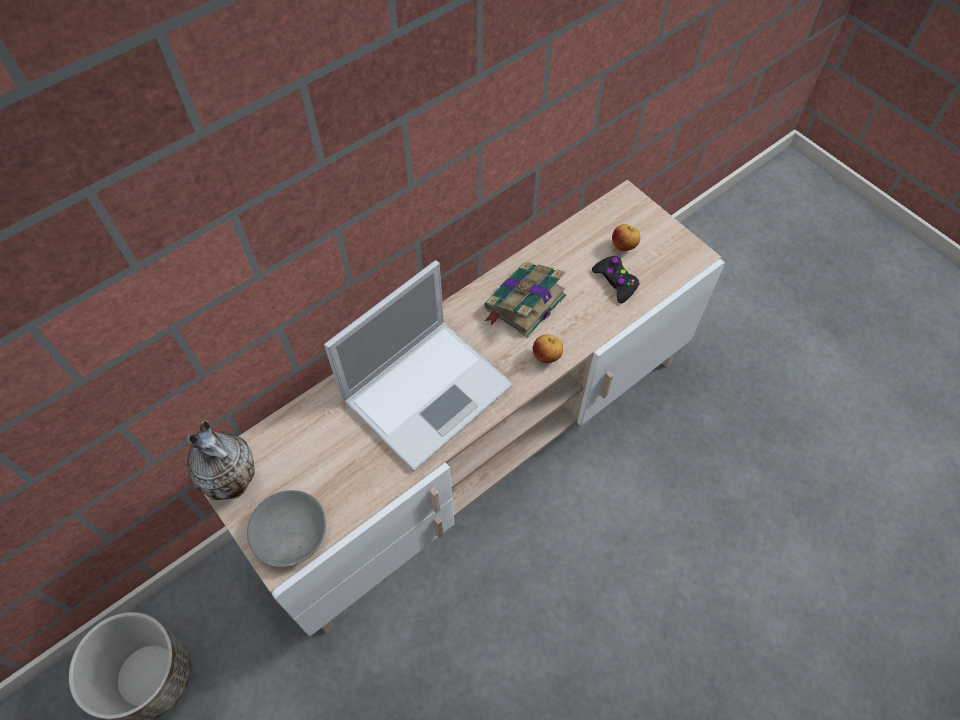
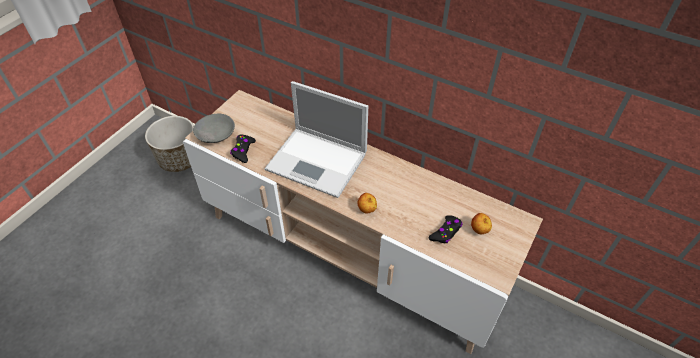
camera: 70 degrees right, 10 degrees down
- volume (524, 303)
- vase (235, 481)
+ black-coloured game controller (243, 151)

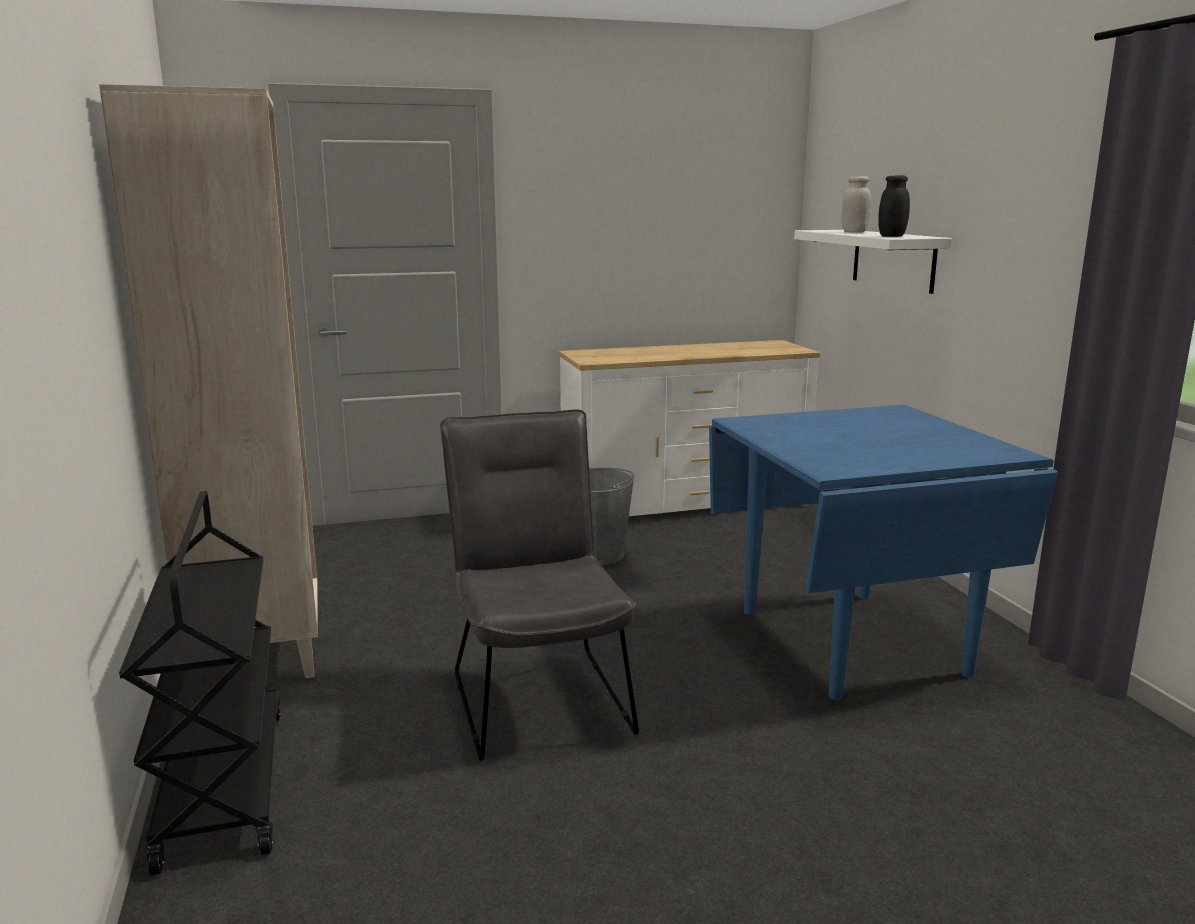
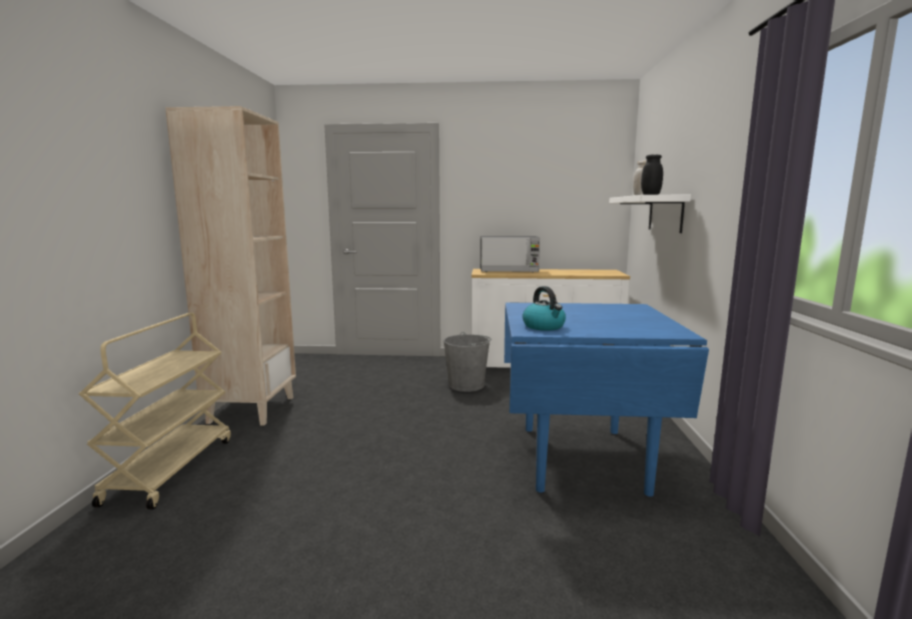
camera: 20 degrees right, 5 degrees down
- gray chair (537, 695)
~ black-coloured trolley (222, 784) to beige trolley (170, 469)
+ kitchen microwave (509, 271)
+ water kettle (544, 326)

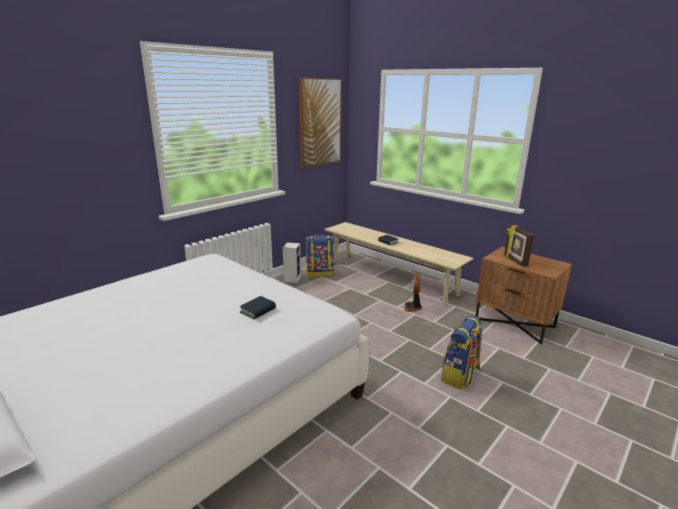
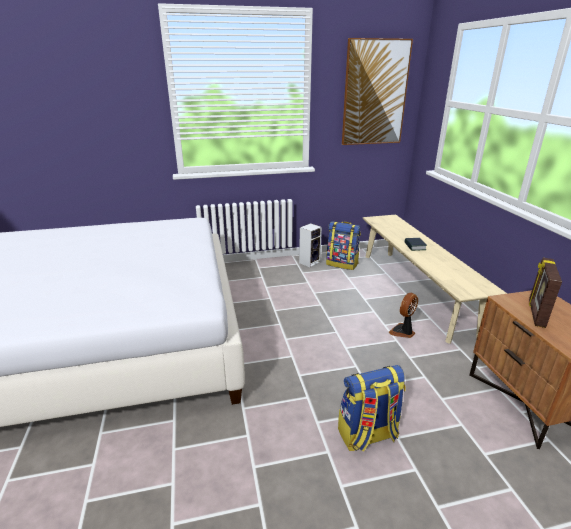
camera: 35 degrees right, 5 degrees up
- volume (258, 310)

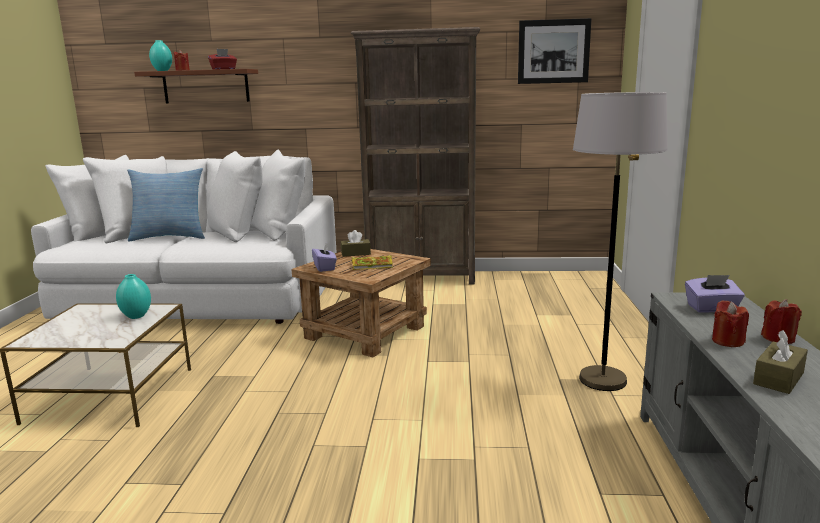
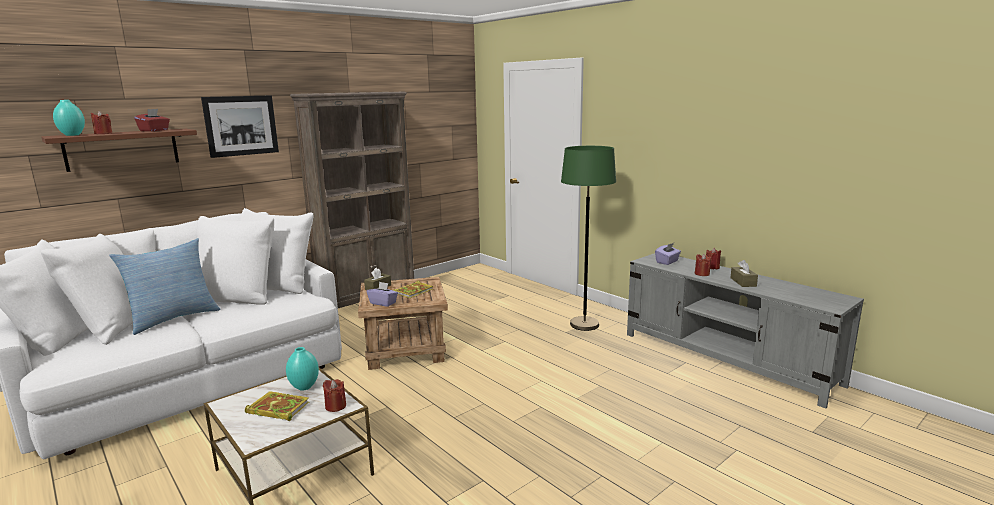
camera: 45 degrees left, 0 degrees up
~ wall art (553, 51) to (241, 125)
~ gray standing lamp (602, 380) to greenish standing lamp (584, 324)
+ red wax light (335, 406)
+ volume (277, 409)

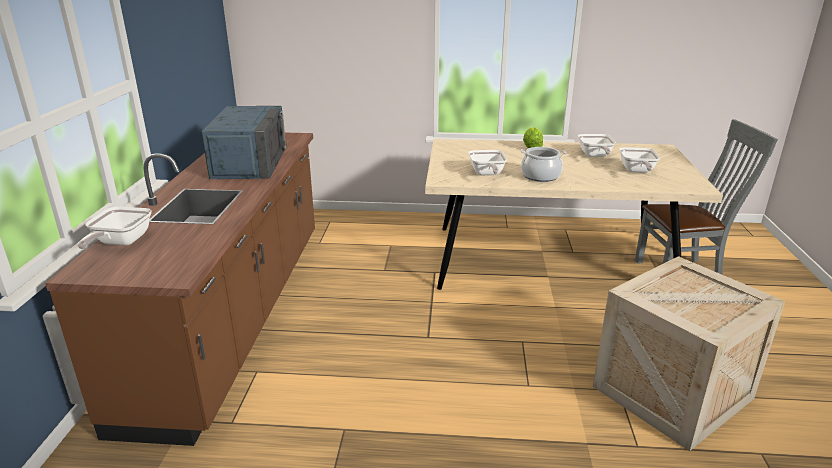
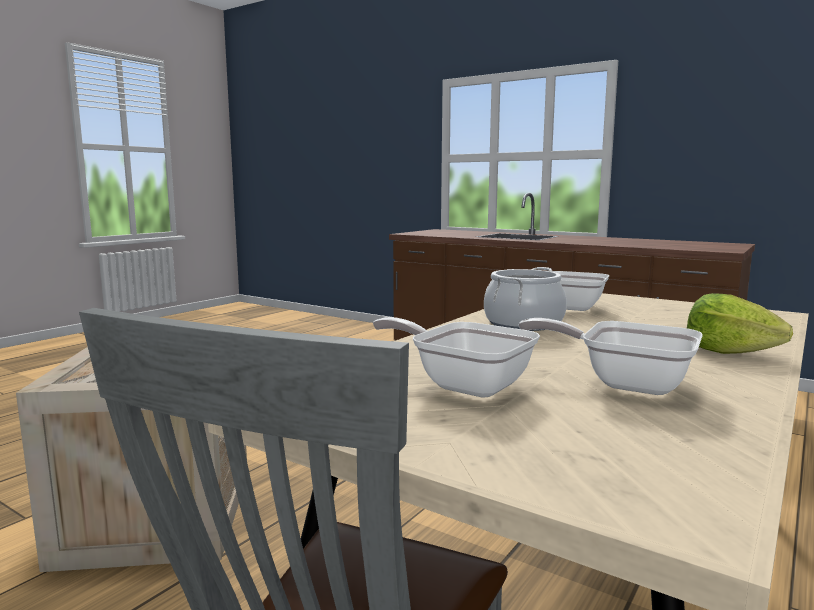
camera: 120 degrees right, 15 degrees down
- blue-coloured kitchen microwave (249, 162)
- pan (120, 243)

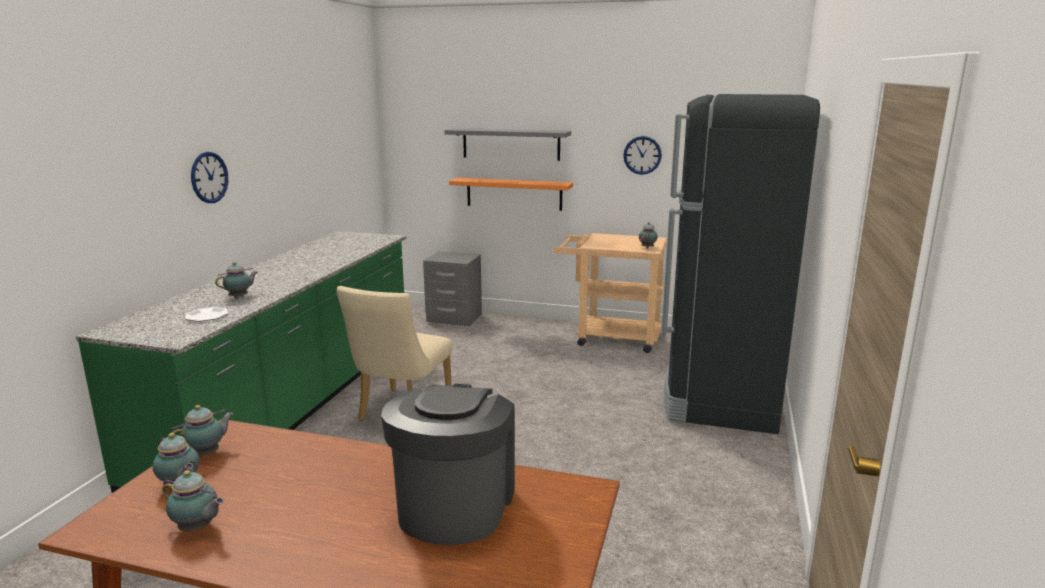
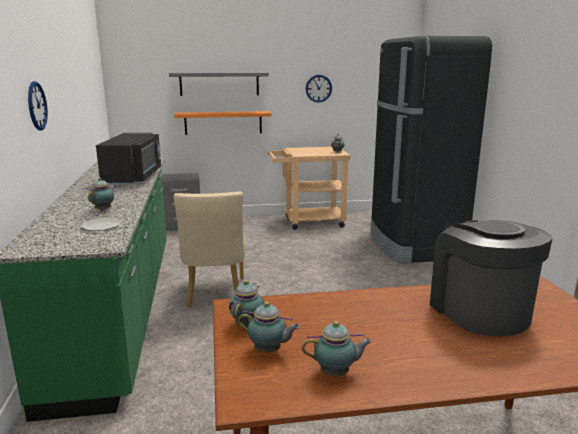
camera: 25 degrees left, 0 degrees up
+ black-coloured kitchen microwave (134, 177)

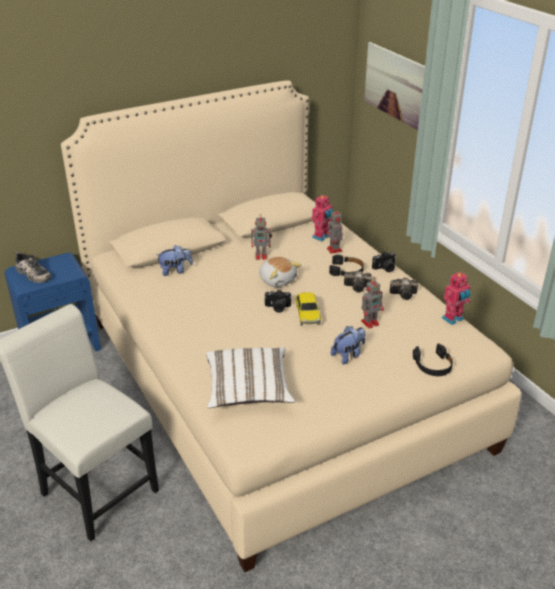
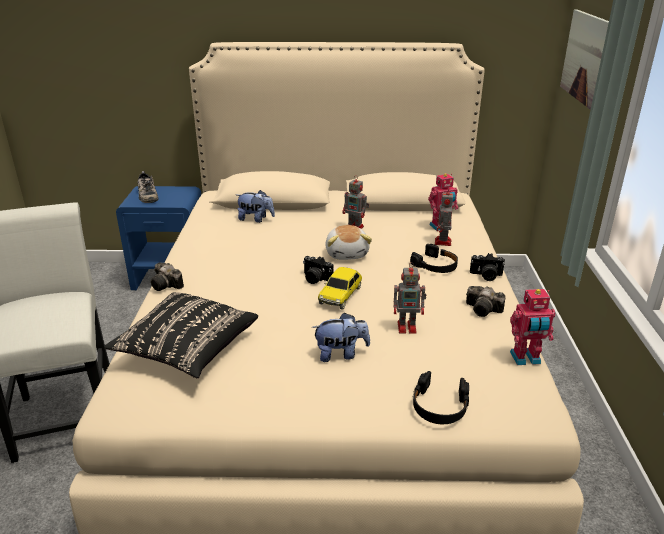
camera: 30 degrees right, 5 degrees down
~ still camera (358, 287) to (167, 285)
~ whitish throw pillow (248, 390) to black-coloured throw pillow (186, 350)

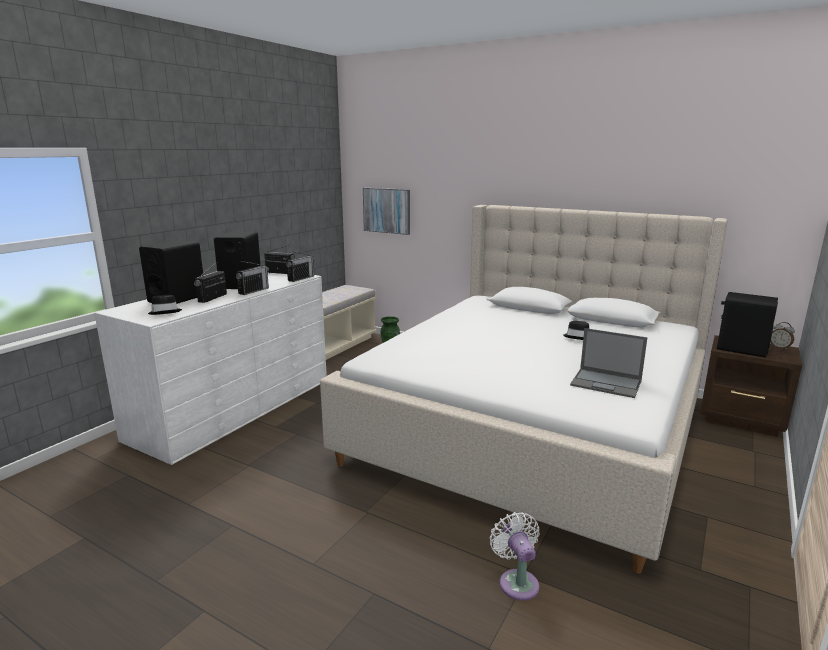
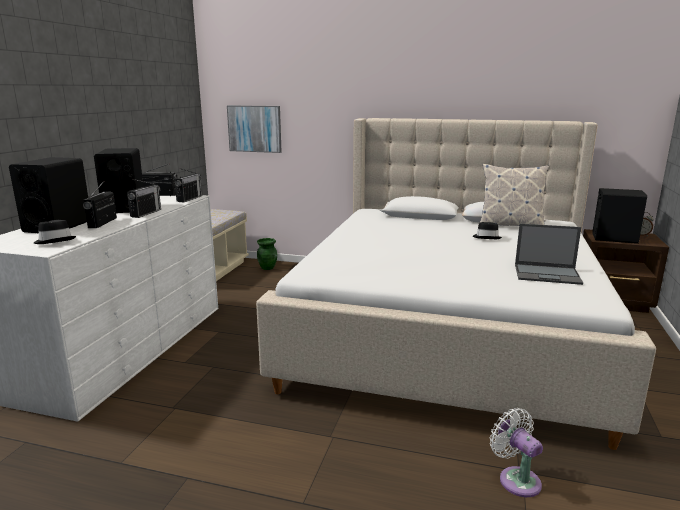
camera: 15 degrees left, 0 degrees up
+ throw pillow (510, 226)

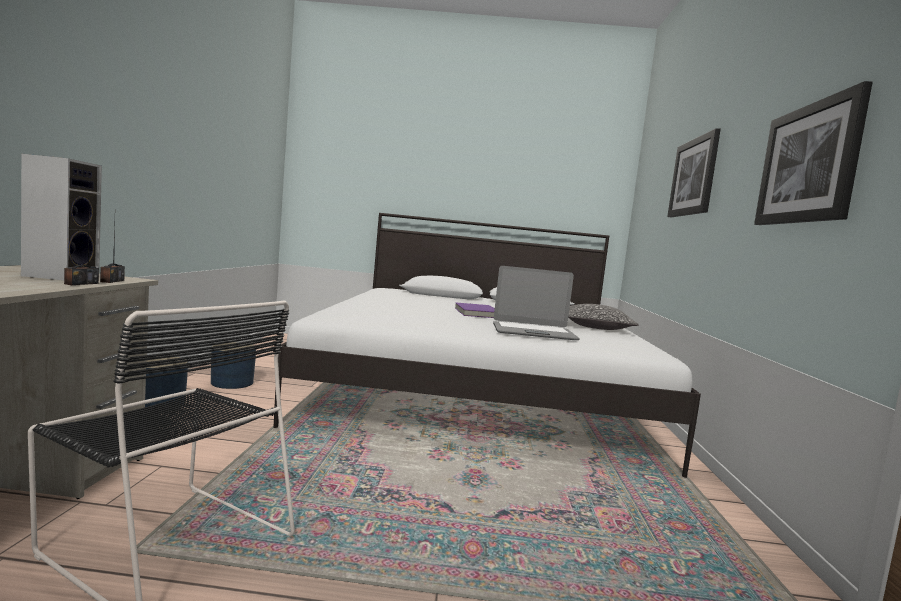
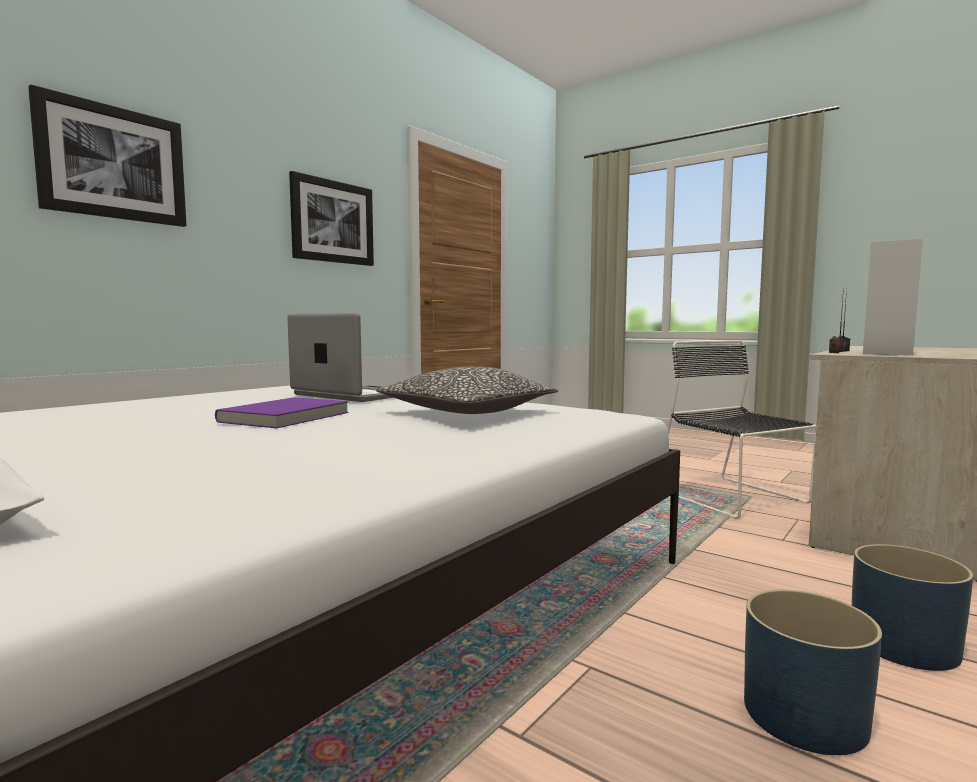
camera: 145 degrees left, 0 degrees up
~ throw pillow (595, 327) to (466, 412)

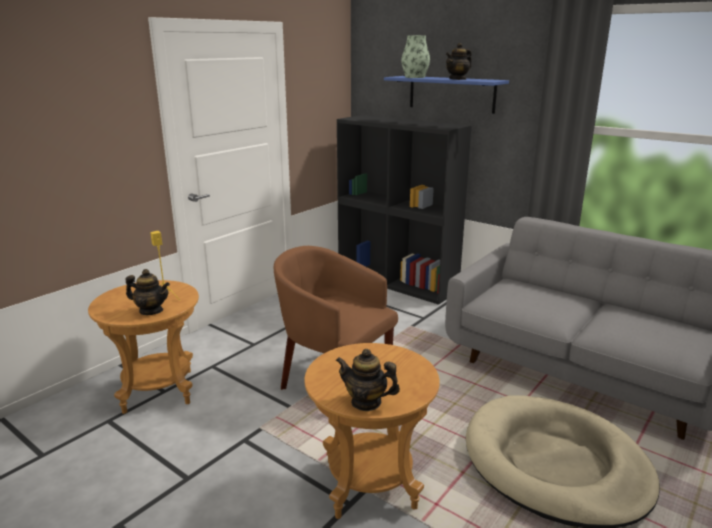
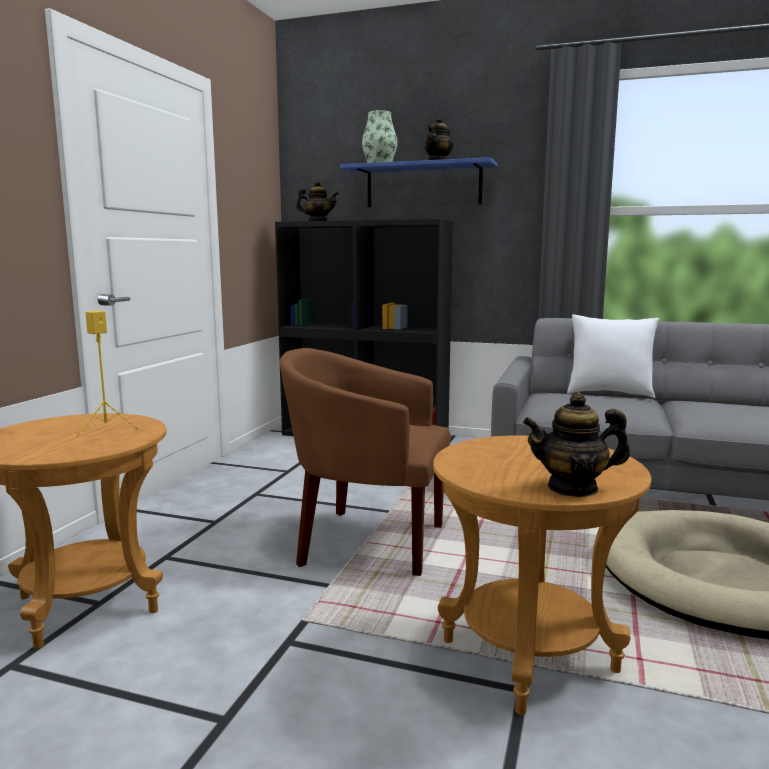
camera: 20 degrees left, 10 degrees down
~ tea pot (151, 311) to (318, 221)
+ whitish throw pillow (609, 393)

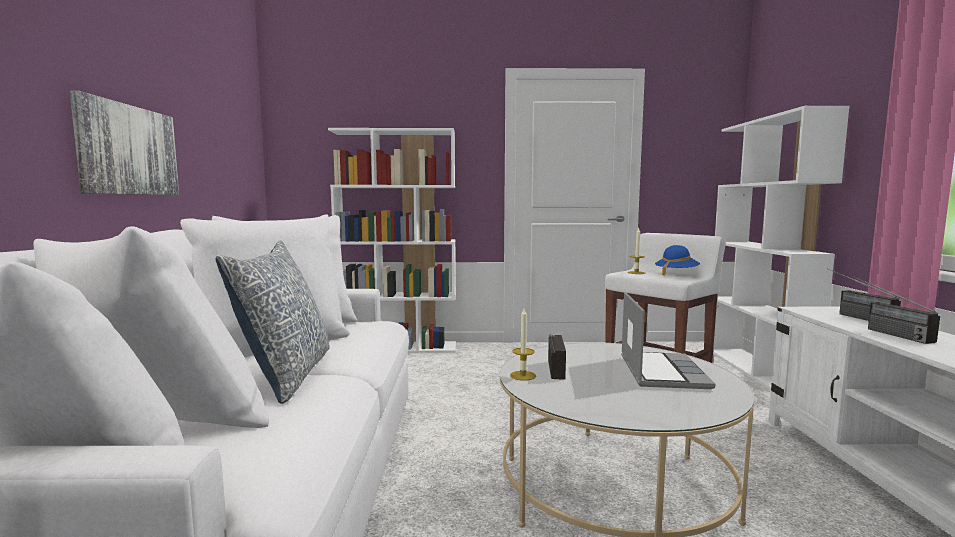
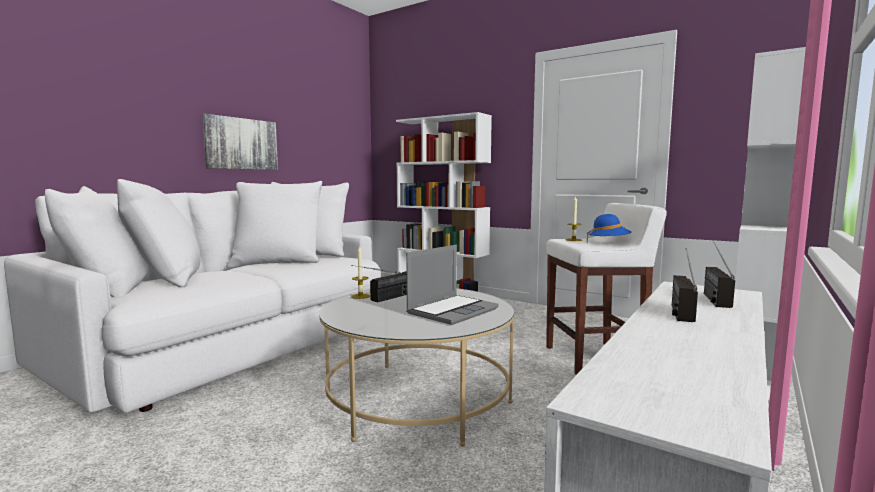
camera: 35 degrees right, 0 degrees up
- throw pillow (287, 375)

